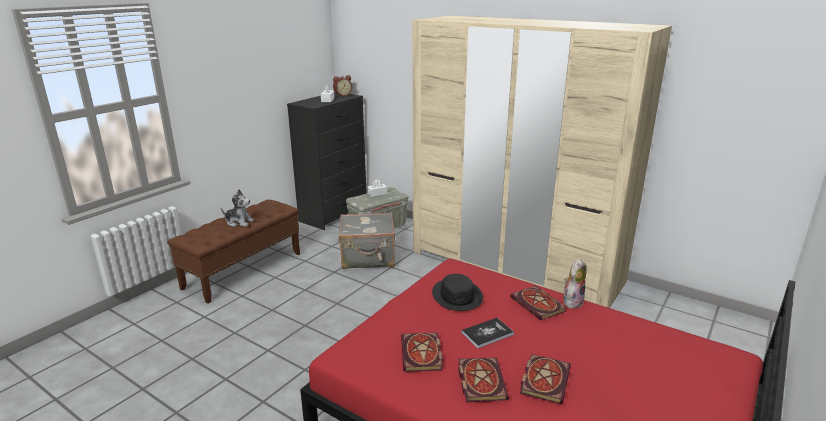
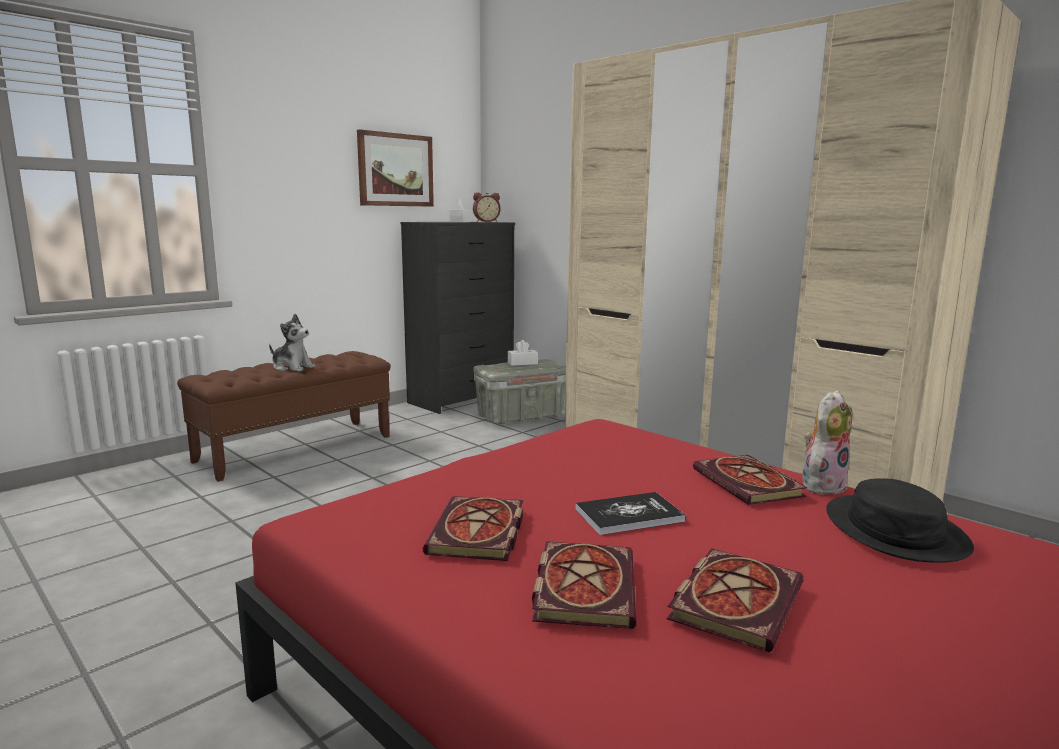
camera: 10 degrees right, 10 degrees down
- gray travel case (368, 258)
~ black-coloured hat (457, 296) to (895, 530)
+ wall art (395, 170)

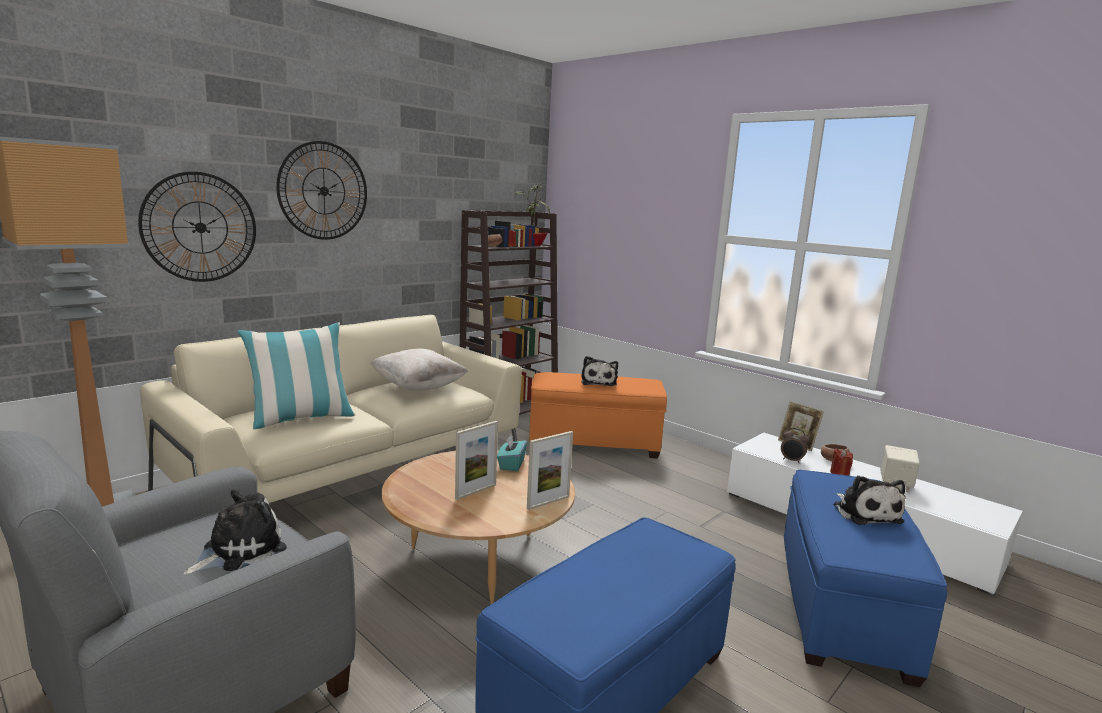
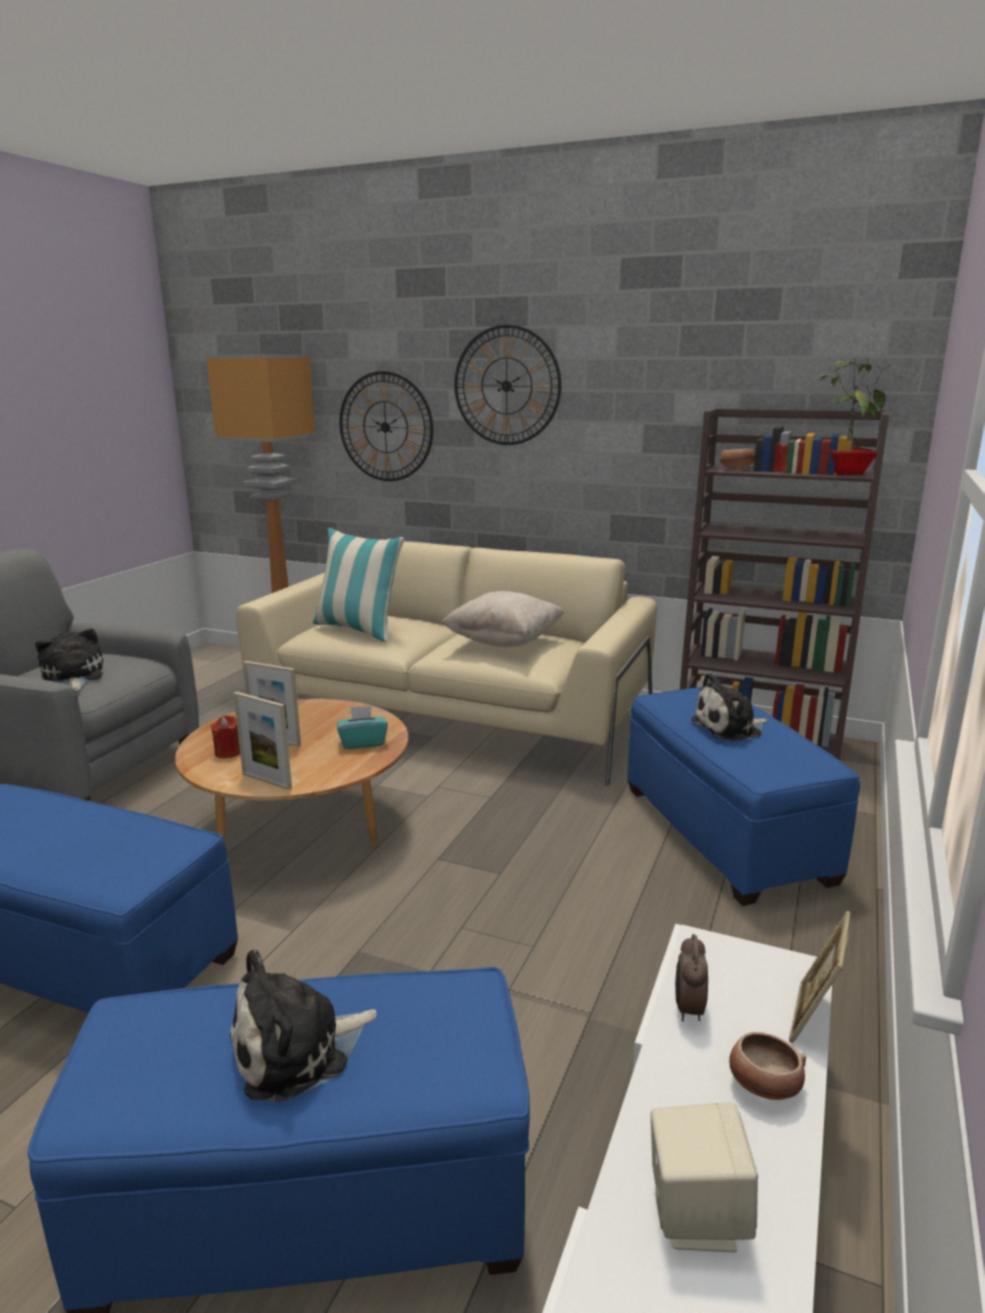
camera: 70 degrees right, 5 degrees up
~ orange ottoman (594, 442) to blue-coloured ottoman (725, 833)
~ red wax light (839, 473) to (228, 753)
~ soft toy (239, 550) = (73, 677) 135 degrees counterclockwise

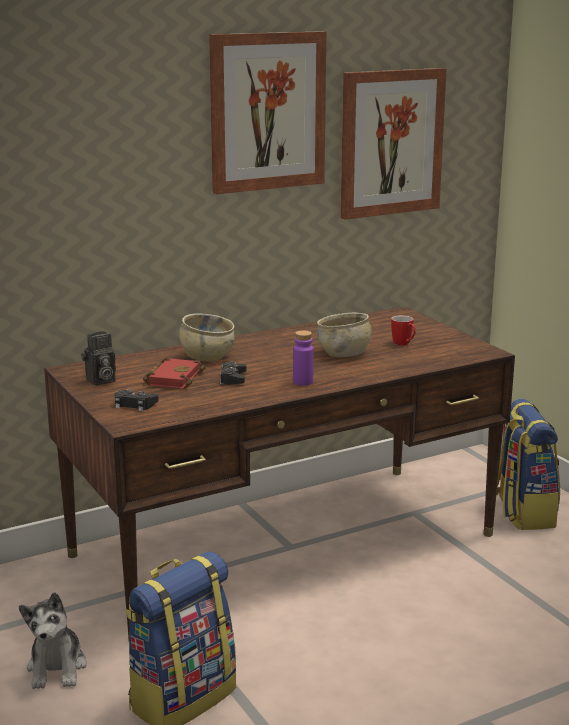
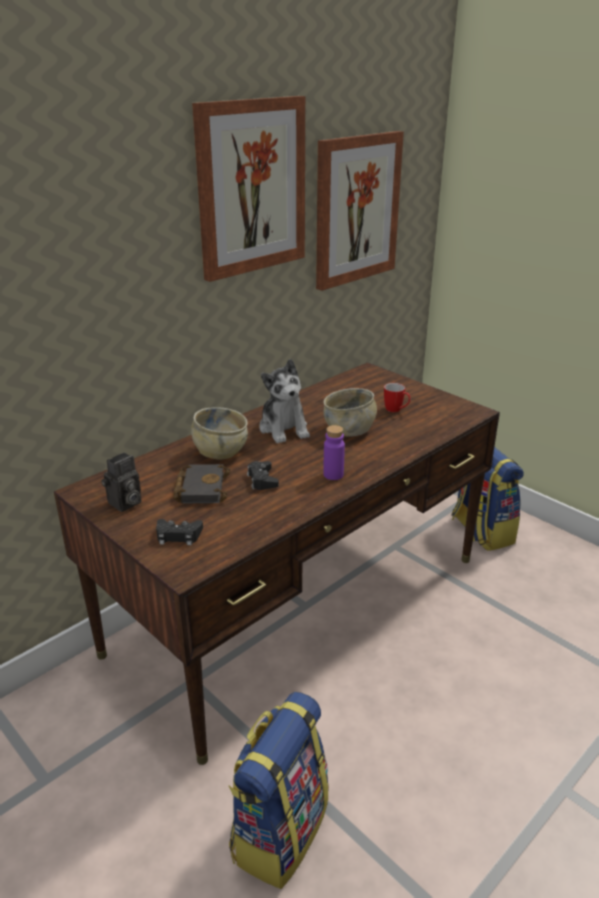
camera: 15 degrees left, 10 degrees up
~ red volume (173, 378) to black-coloured volume (200, 487)
~ soft toy (57, 668) to (284, 428)

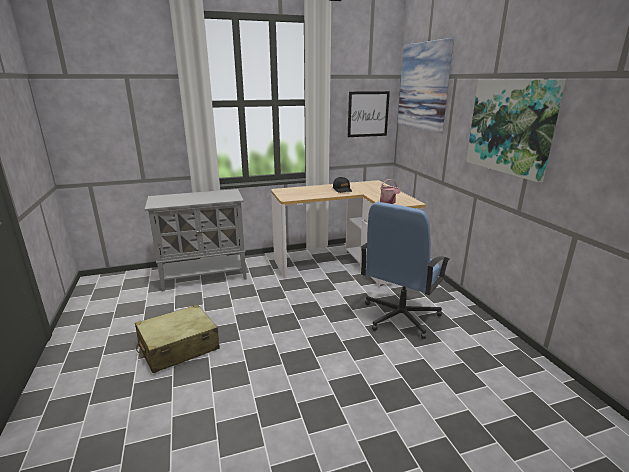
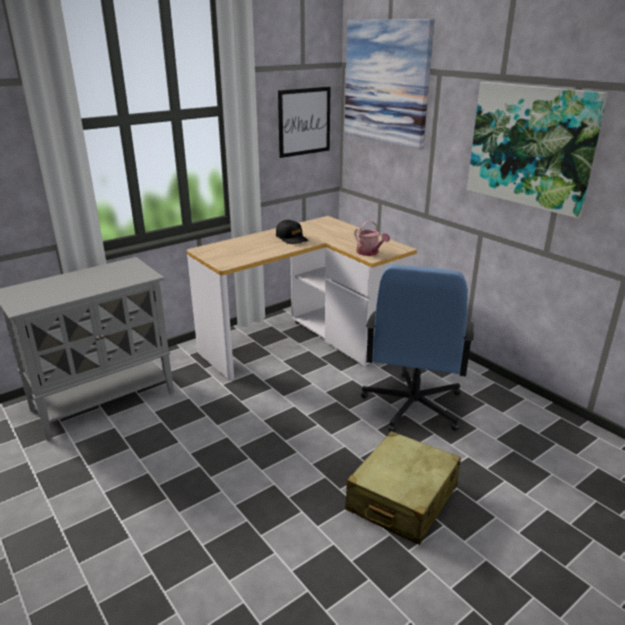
camera: 20 degrees left, 5 degrees up
~ beige travel case (178, 347) to (402, 499)

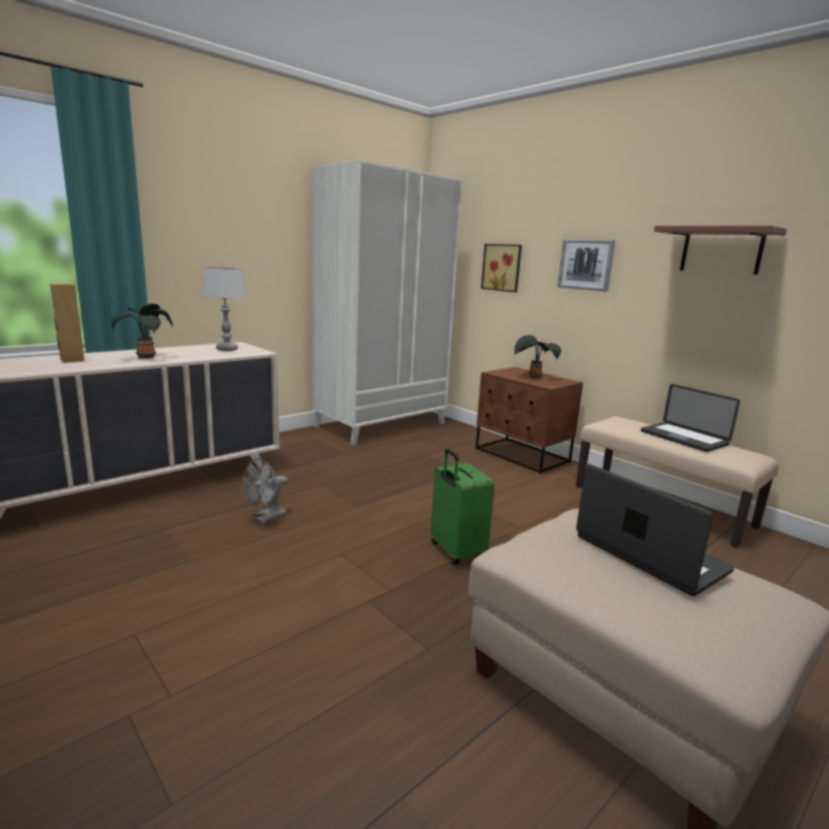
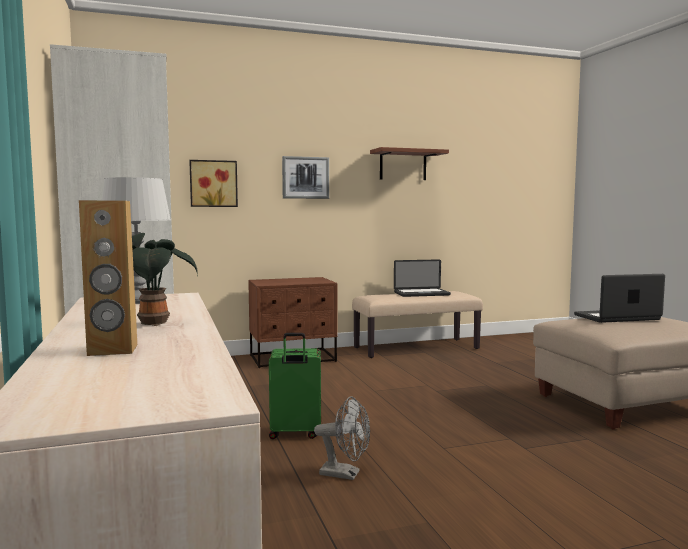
camera: 65 degrees left, 10 degrees down
- houseplant (533, 377)
~ greenish travel case (455, 552) to (295, 433)
~ gray cooling fan (266, 518) = (345, 474) 45 degrees counterclockwise

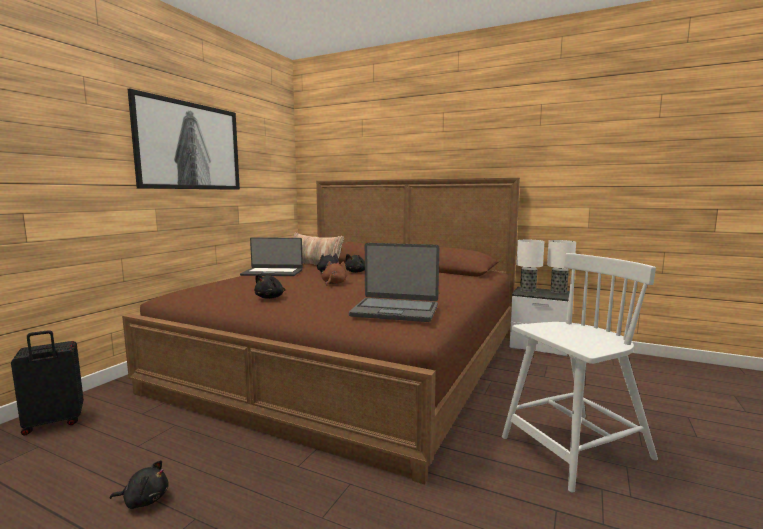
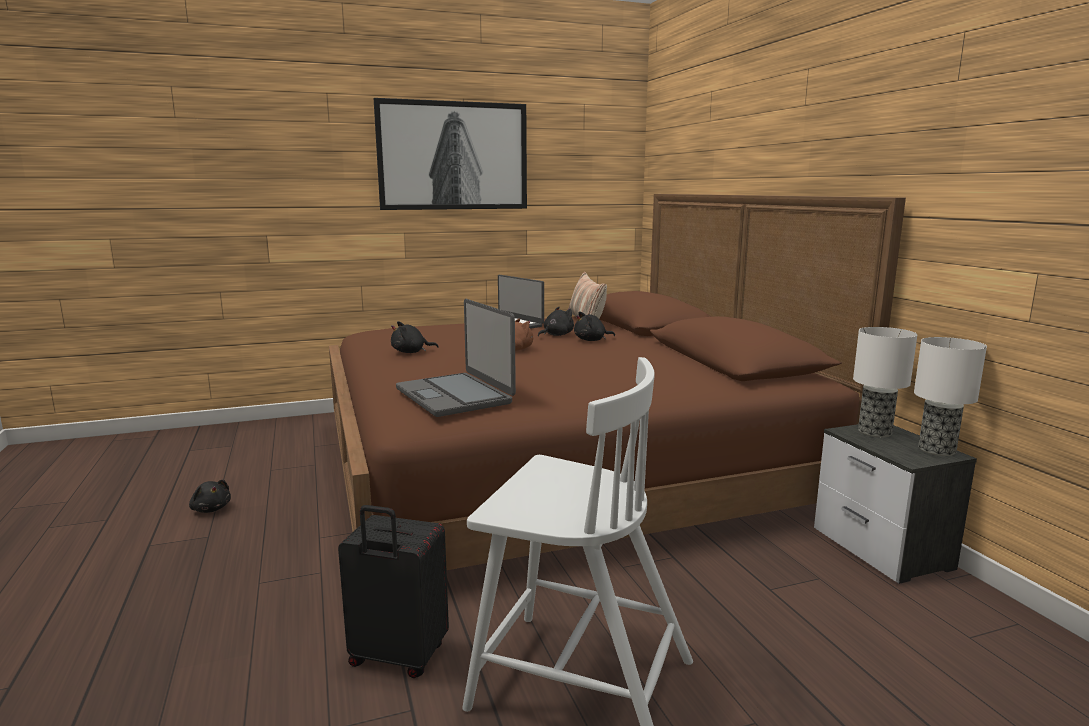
camera: 45 degrees right, 5 degrees up
~ black-coloured travel case (53, 423) to (397, 657)

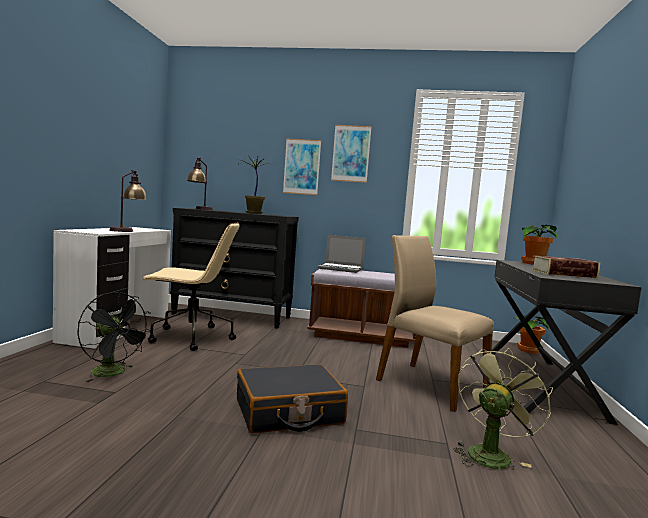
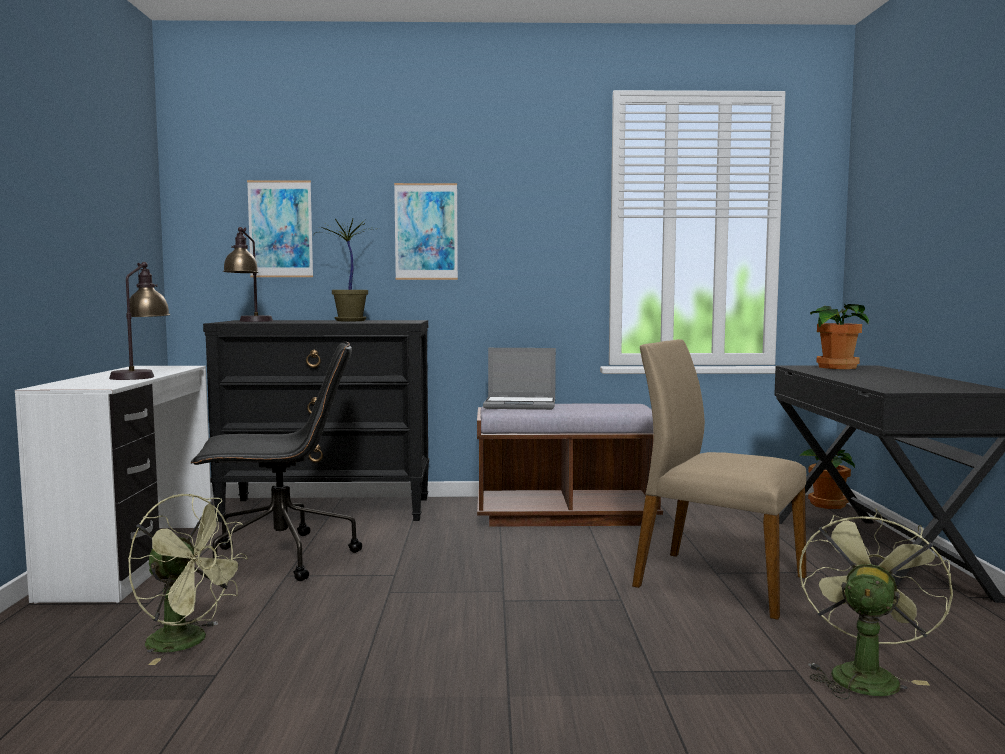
camera: 10 degrees left, 0 degrees up
~ wall art (351, 153) to (280, 229)
~ beige desk chair (190, 338) to black-coloured desk chair (279, 558)
- volume (563, 274)
~ black-coloured cooling fan (113, 373) to greenish cooling fan (188, 642)
- black-coloured travel case (288, 412)

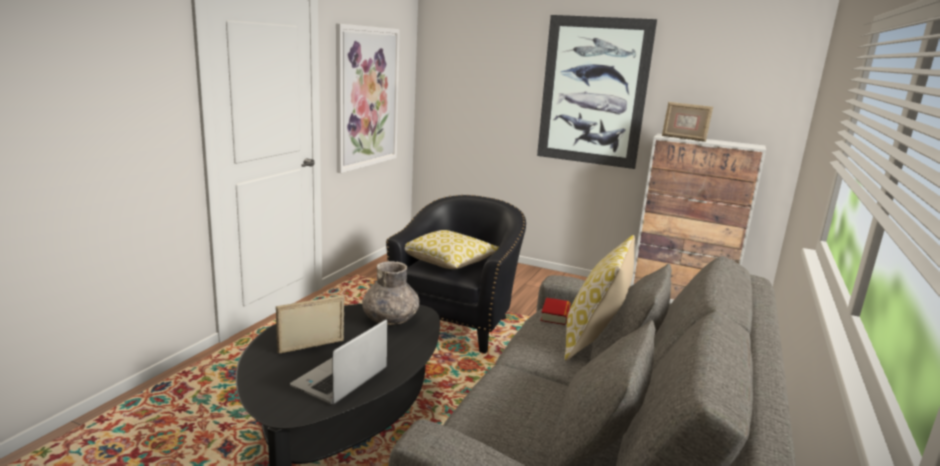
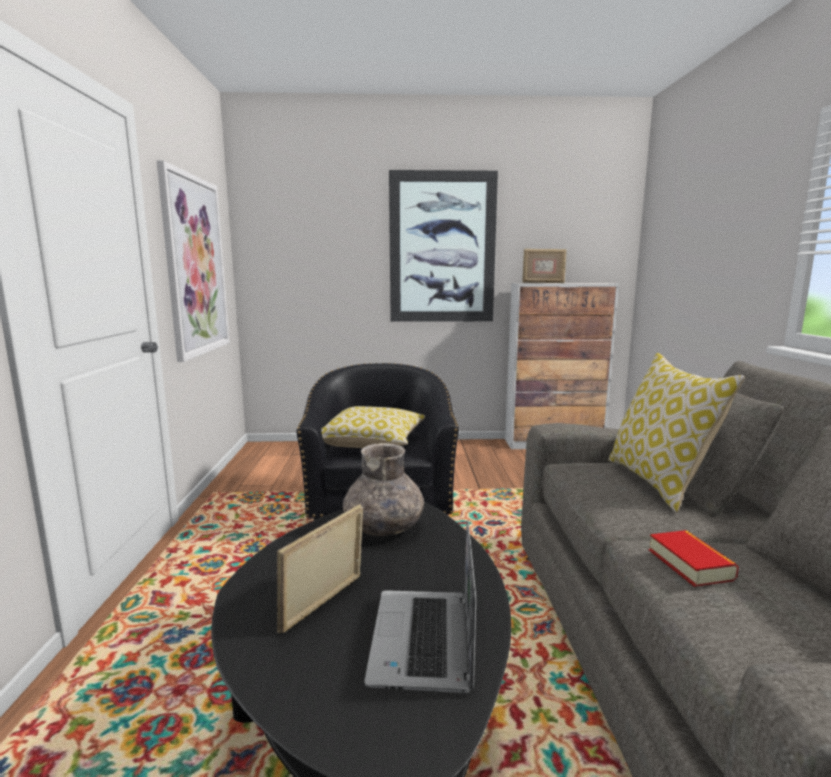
camera: 25 degrees left, 5 degrees down
~ volume (555, 315) to (690, 564)

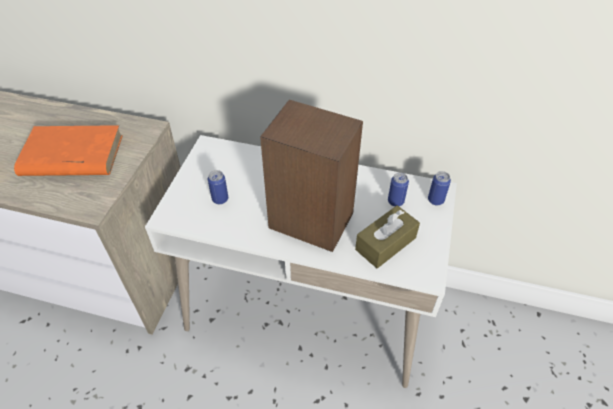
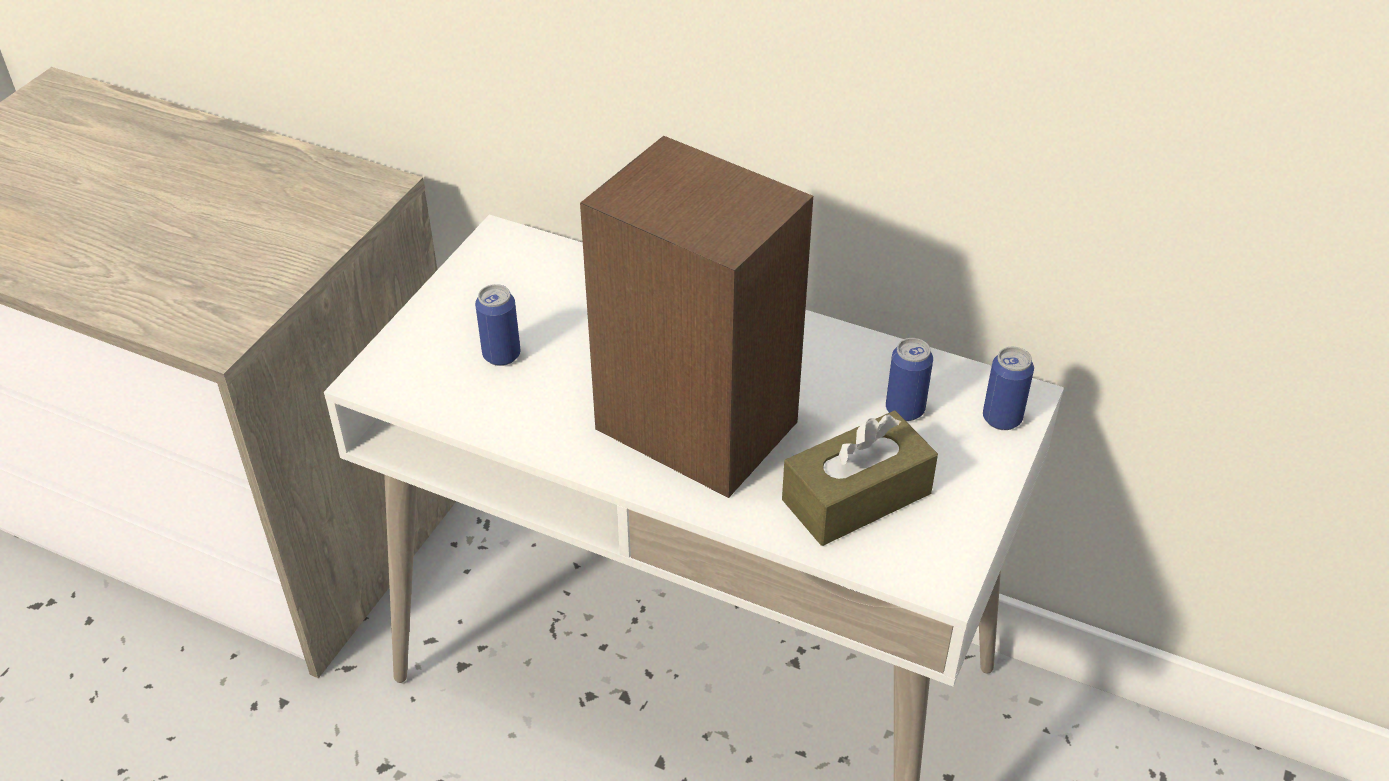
camera: 10 degrees right, 5 degrees down
- orange volume (71, 156)

